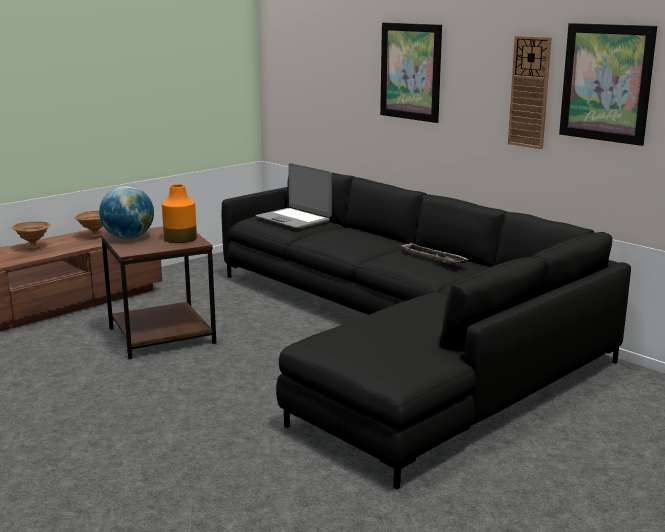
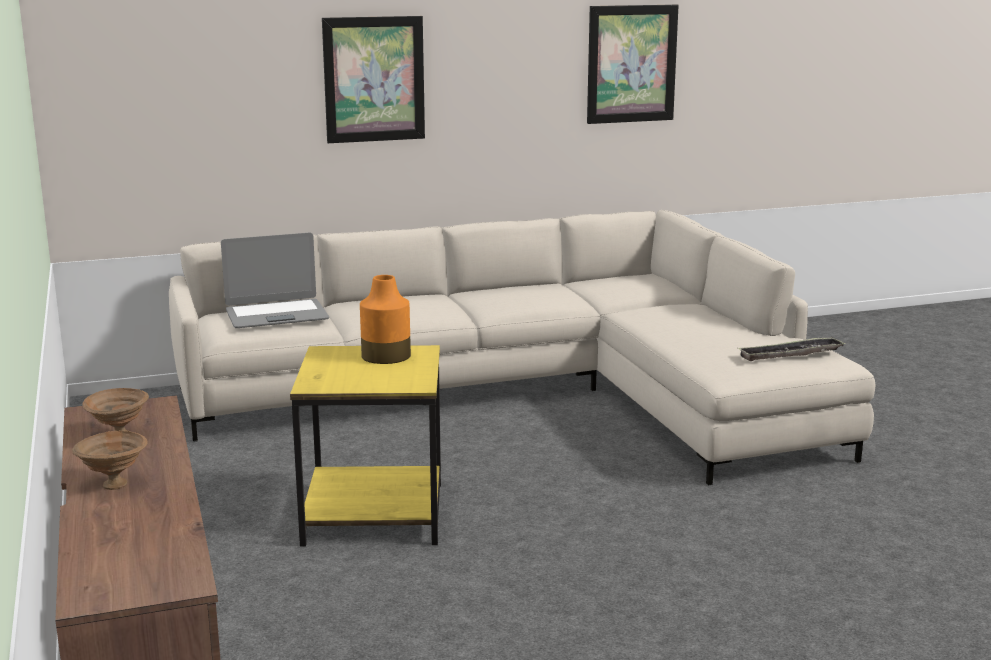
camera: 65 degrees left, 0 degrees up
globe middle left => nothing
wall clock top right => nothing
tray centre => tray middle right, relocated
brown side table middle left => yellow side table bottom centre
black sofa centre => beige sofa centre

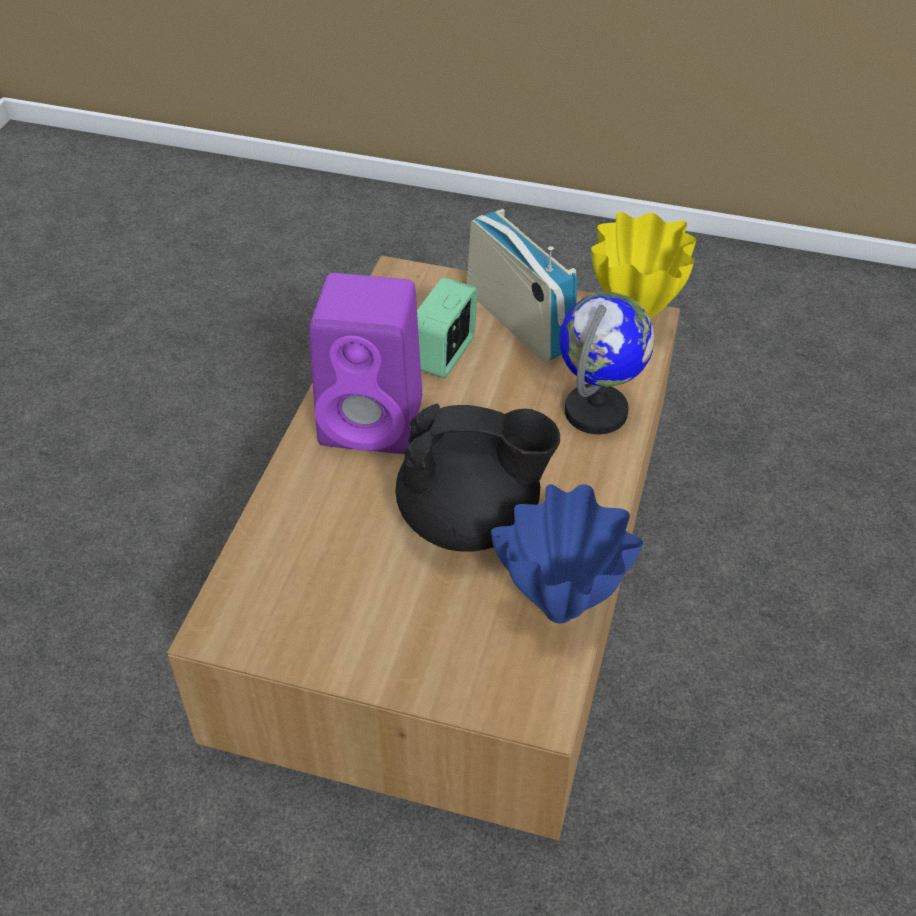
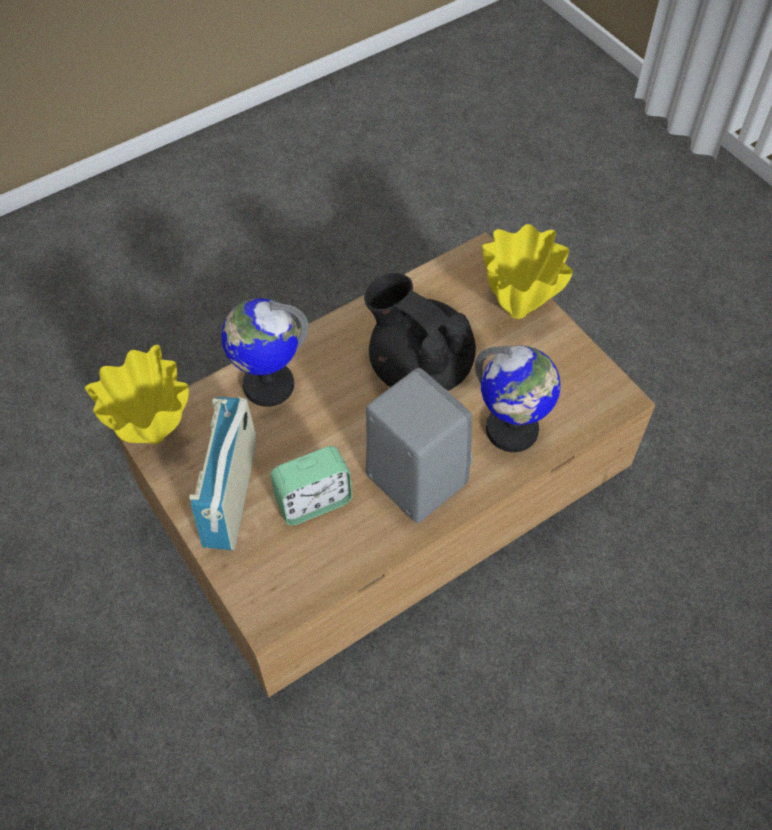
camera: 140 degrees left, 10 degrees up
blue vase centre => nothing
nothing => globe (no. 2 from left) middle right
nothing => yellow vase (no. 2 from left) top right
purple speaker centre => grey speaker centre

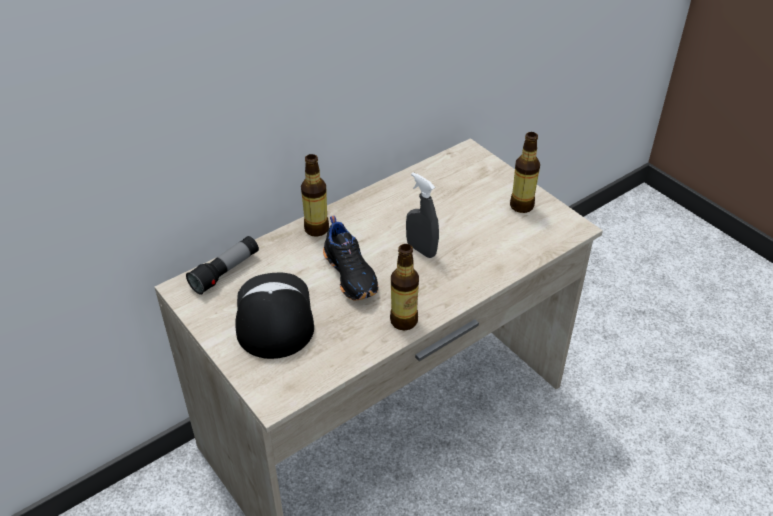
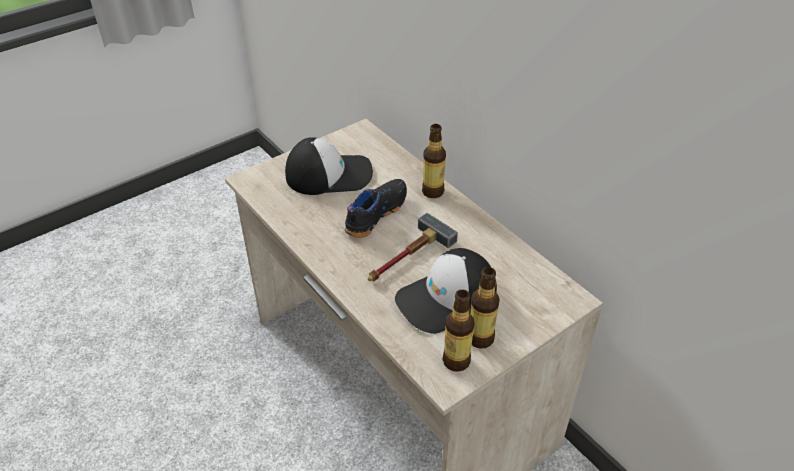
camera: 90 degrees right, 0 degrees up
flashlight middle left => nothing
nothing => cap (no. 2 from left) centre
bottle (no. 2 from left) centre => bottle (no. 2 from left) bottom centre, relocated
grey spray bottle centre => hammer centre
black shoe centre, 150 degrees clockwise

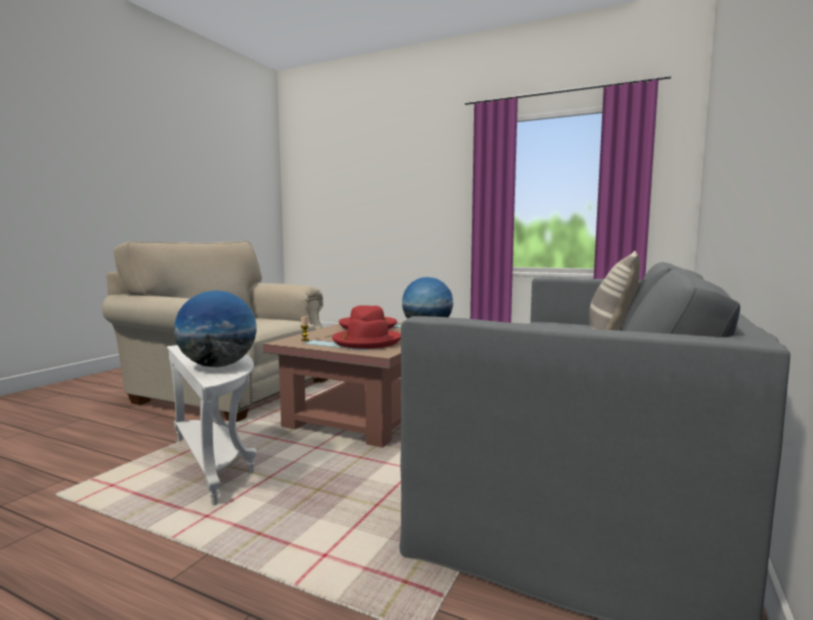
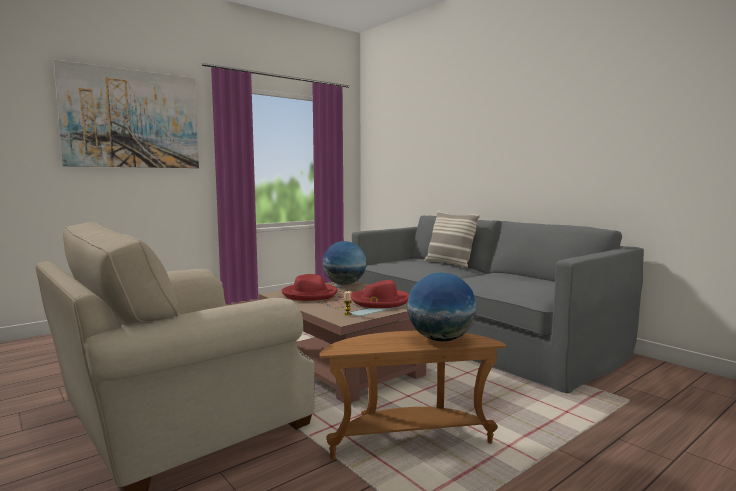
camera: 65 degrees left, 0 degrees up
nothing => picture top left
white side table bottom left => brown side table bottom centre

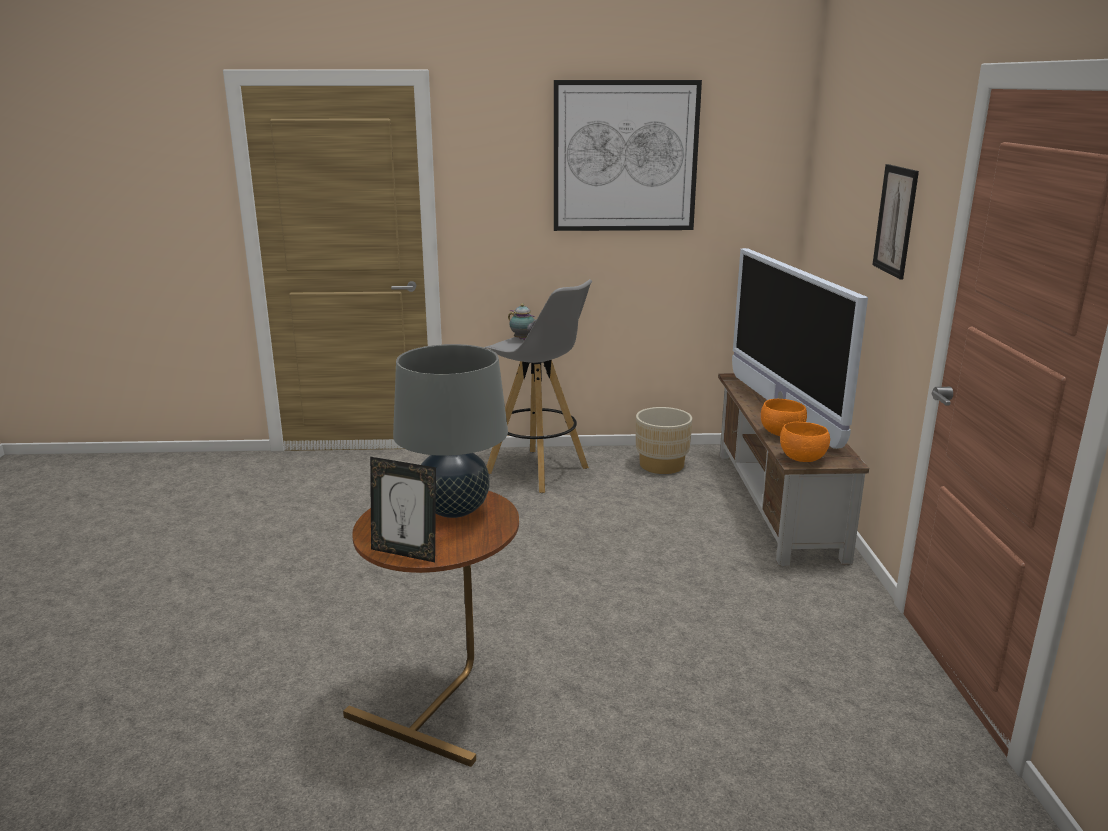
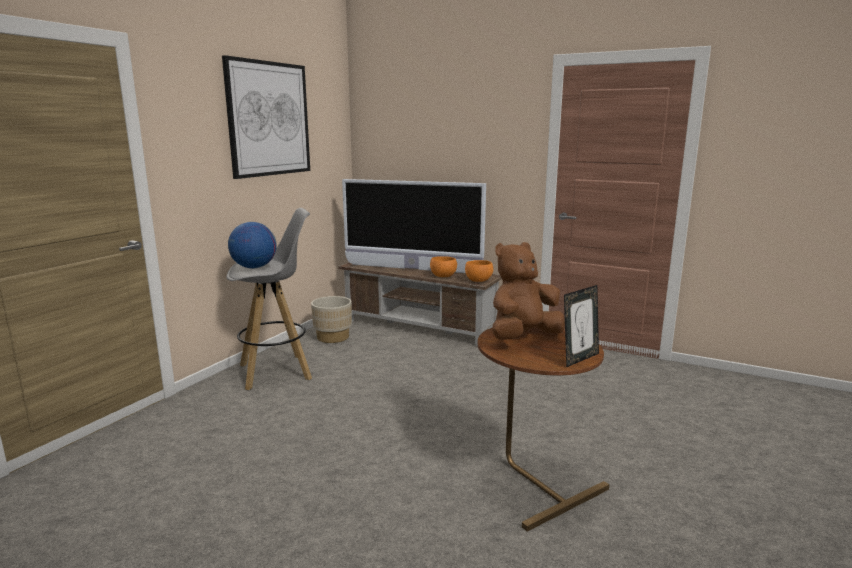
camera: 60 degrees left, 5 degrees down
picture (no. 2 from left) top right => nothing
grey table lamp centre => brown plush toy centre
teapot centre => globe middle left

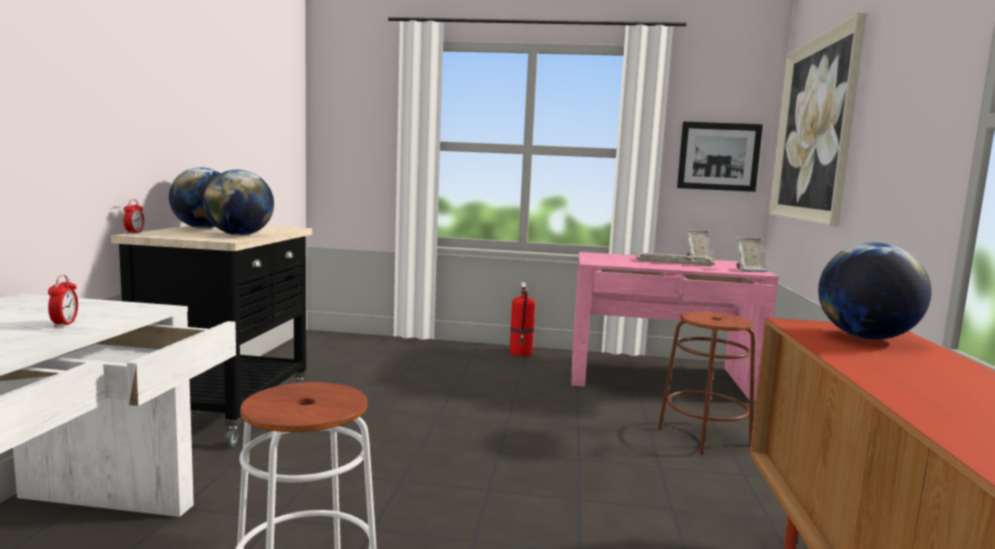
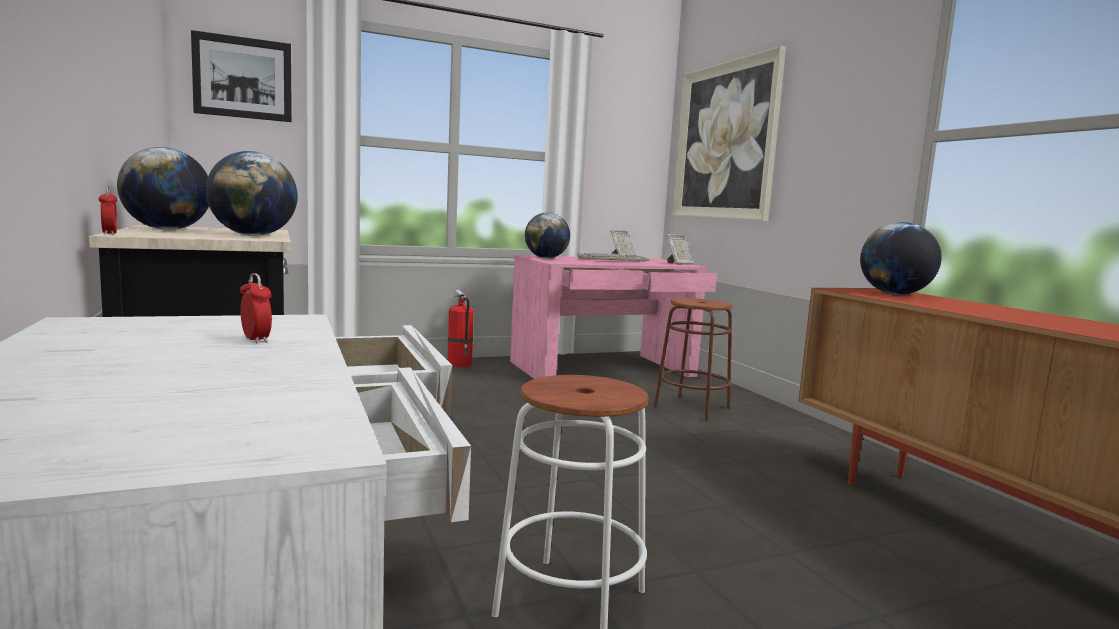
camera: 30 degrees left, 0 degrees up
nothing => globe (no. 3 from left) centre
picture (no. 1 from left) top right => picture (no. 1 from left) top left, relocated

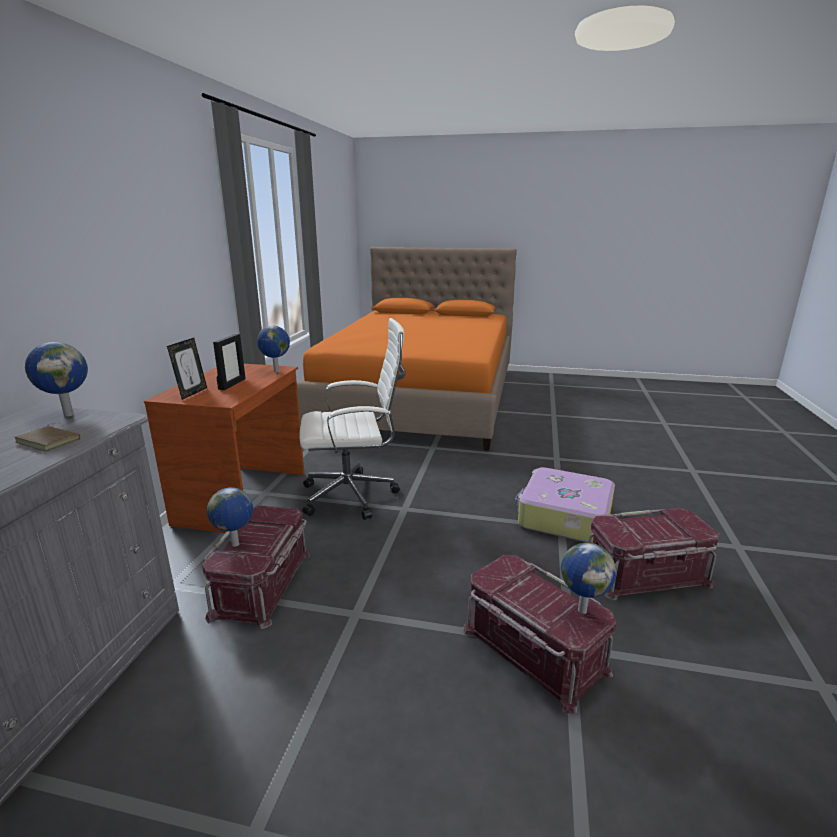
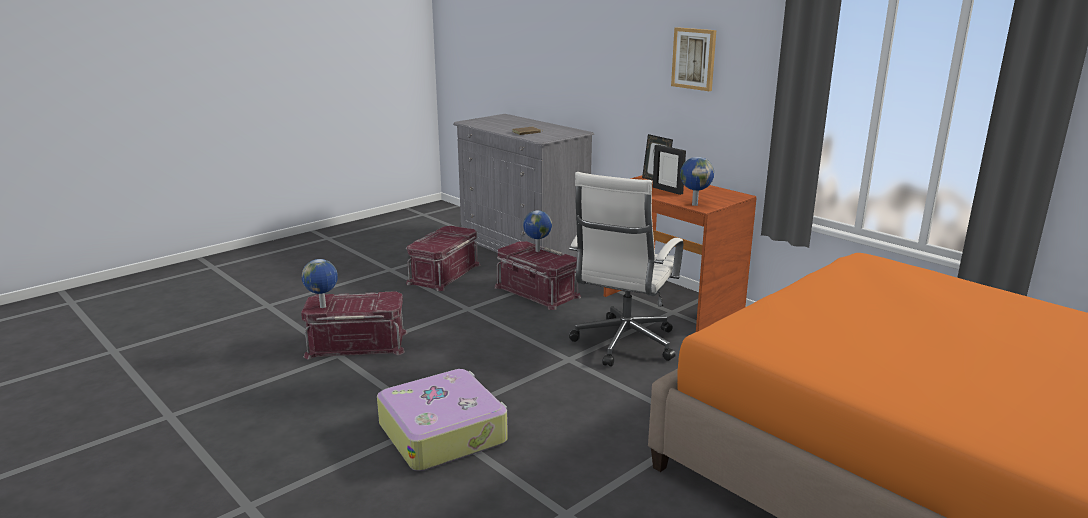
camera: 125 degrees right, 0 degrees up
globe (no. 1 from left) middle left => nothing
nothing => picture top centre
red storage box (no. 3 from left in the first image) middle right => red storage box (no. 2 from left) centre, relocated

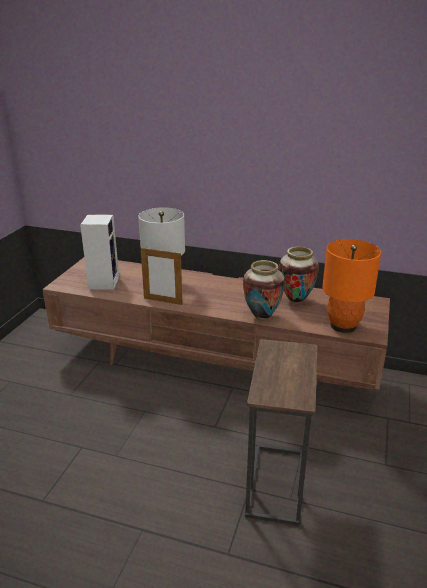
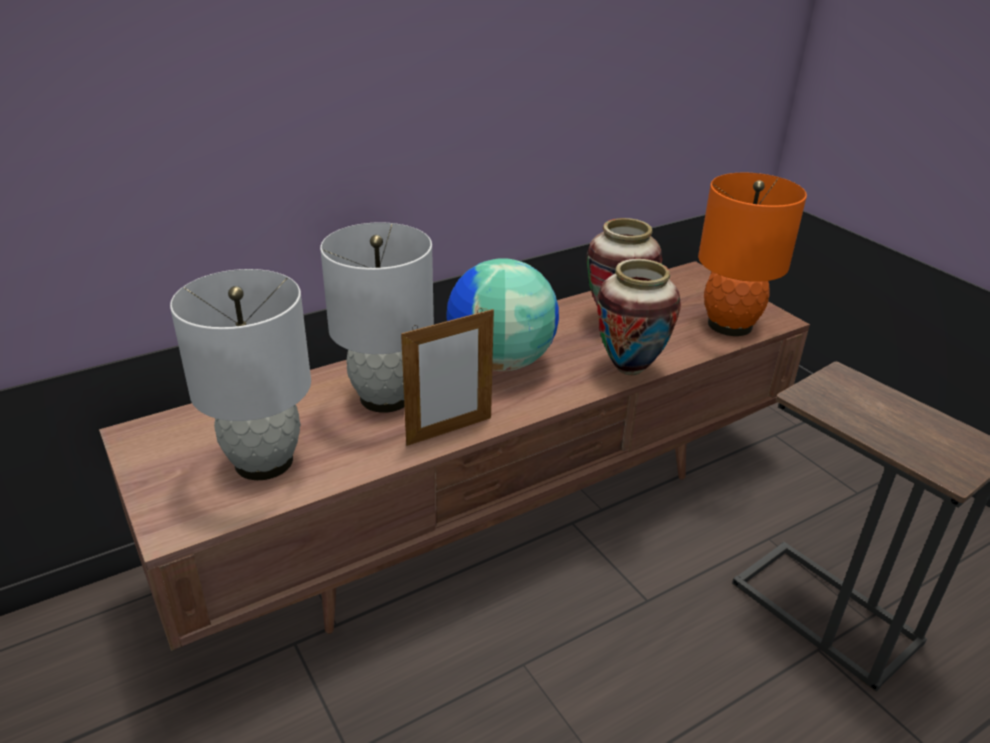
camera: 50 degrees left, 5 degrees up
nothing => globe centre
speaker middle left => white table lamp (no. 1 from left) middle left

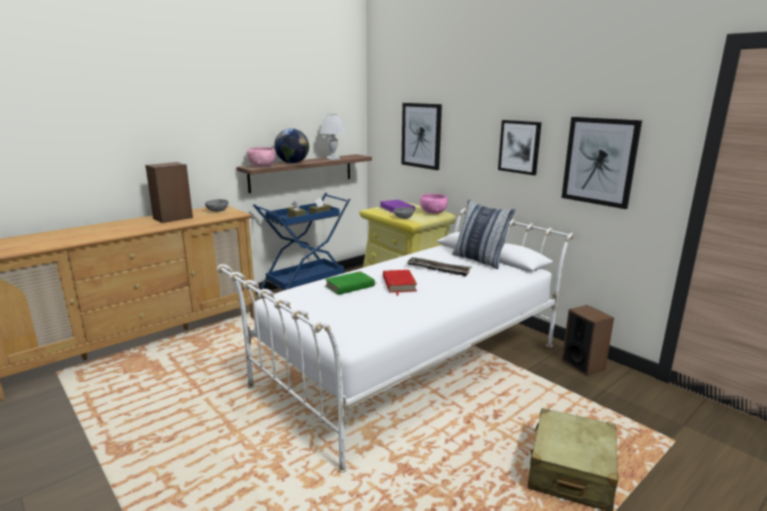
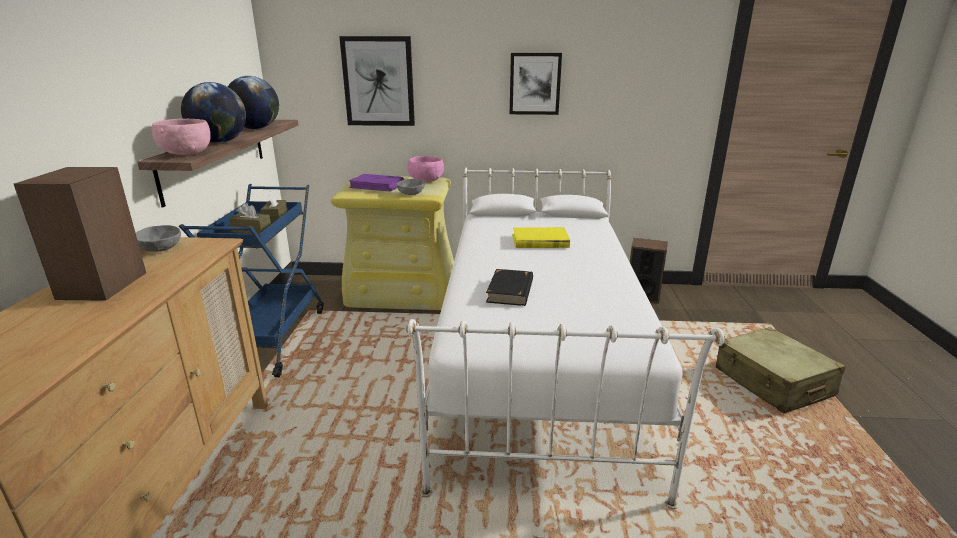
camera: 45 degrees left, 5 degrees up
red book centre => nothing
pillow centre => nothing
picture (no. 3 from left) top right => nothing
white table lamp top centre => globe (no. 2 from left) top left
tray centre => yellow book centre
green book centre => black book centre

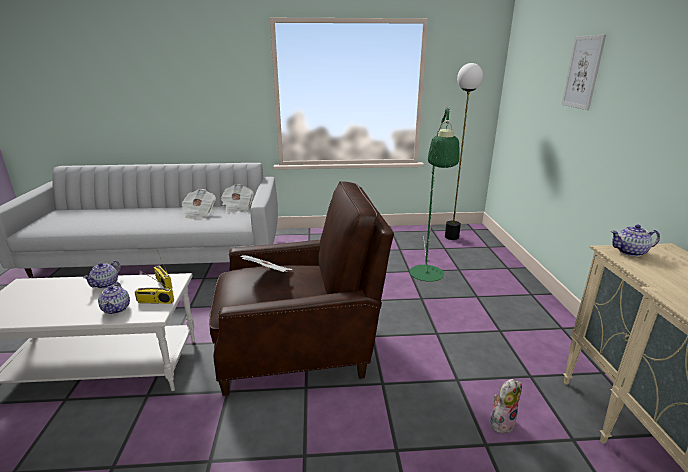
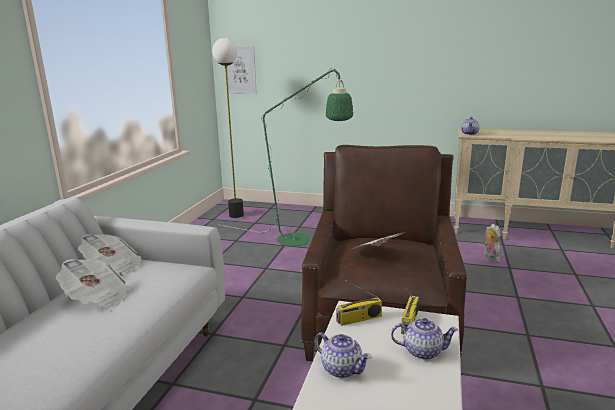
camera: 70 degrees left, 5 degrees down
picture top right => picture top centre, relocated

